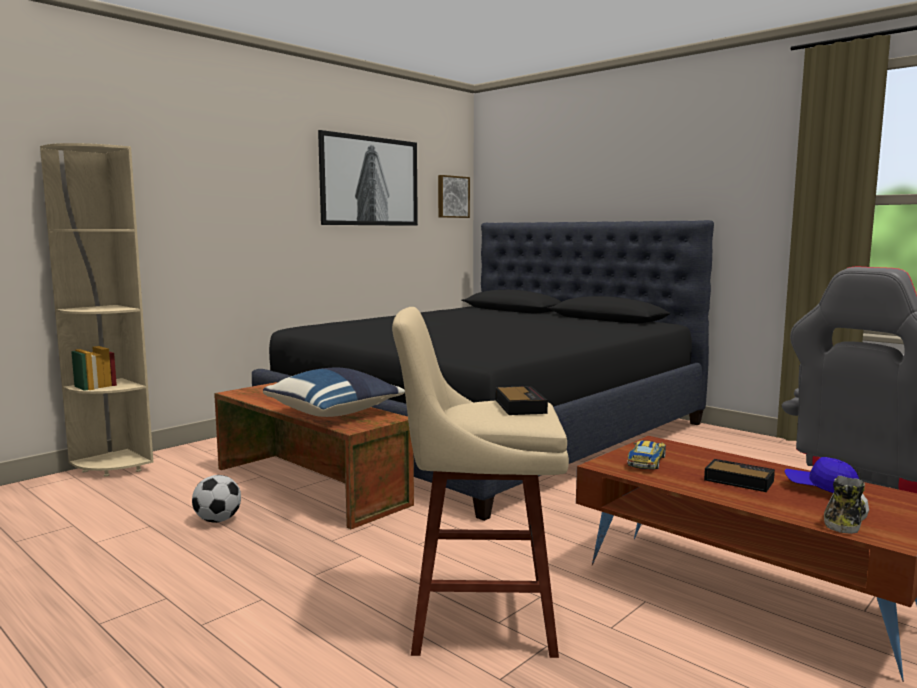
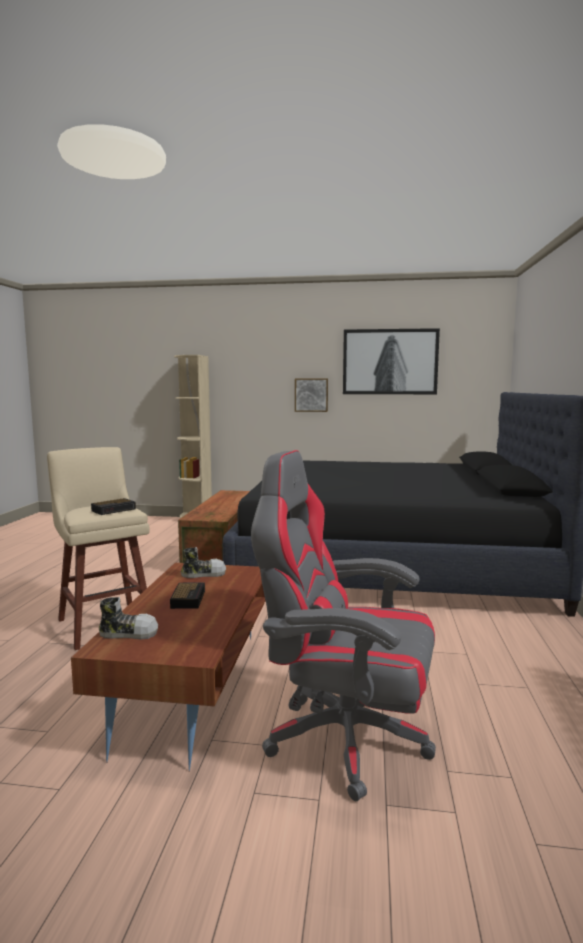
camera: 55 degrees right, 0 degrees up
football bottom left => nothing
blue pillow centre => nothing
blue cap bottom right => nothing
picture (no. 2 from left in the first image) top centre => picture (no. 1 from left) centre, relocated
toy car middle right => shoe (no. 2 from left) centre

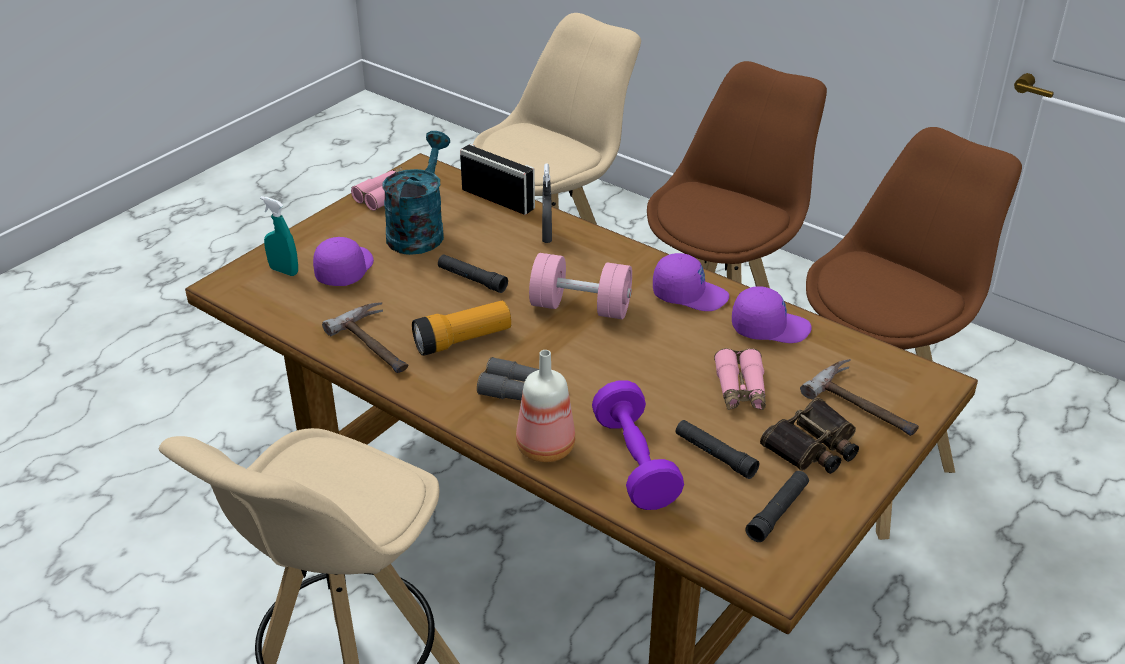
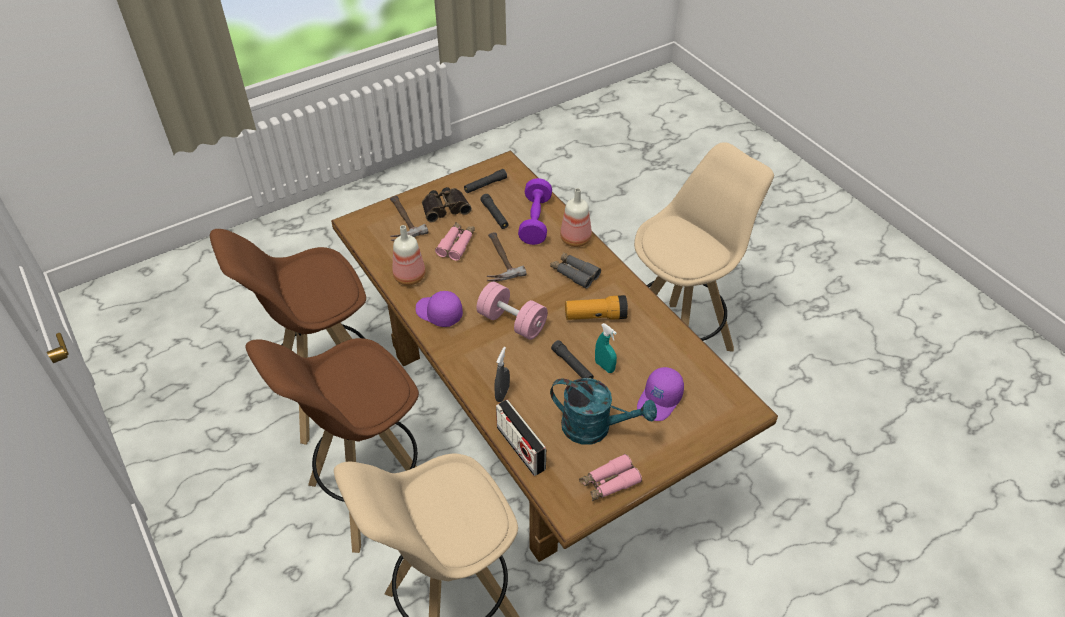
camera: 160 degrees left, 10 degrees up
turquoise spray bottle middle left => turquoise spray bottle centre, relocated
hammer (no. 1 from left in the first image) middle left => hammer (no. 2 from left) centre, relocated
purple cap (no. 3 from left) middle right => bottle (no. 1 from left) centre
turquoise watering can top centre => turquoise watering can centre, 105 degrees counterclockwise

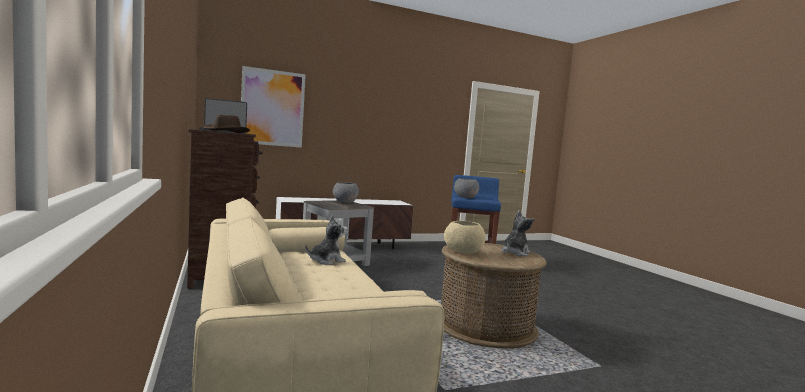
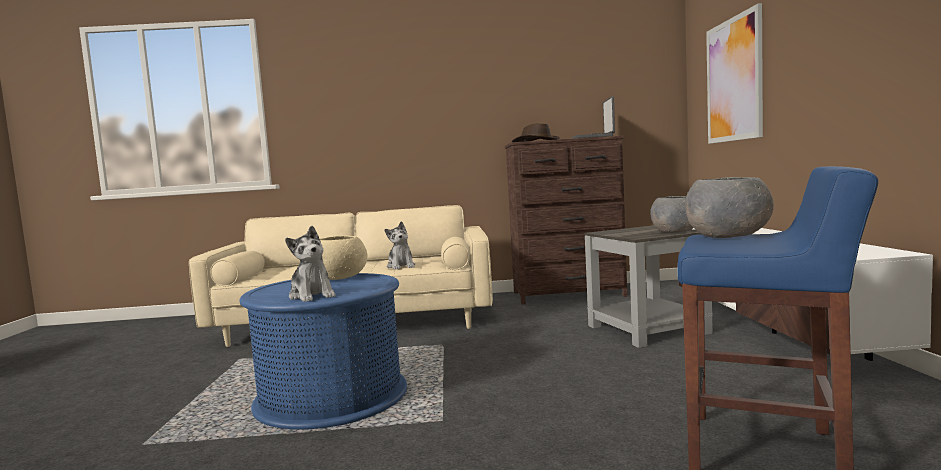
camera: 110 degrees right, 0 degrees up
brown coffee table bottom centre => blue coffee table bottom centre

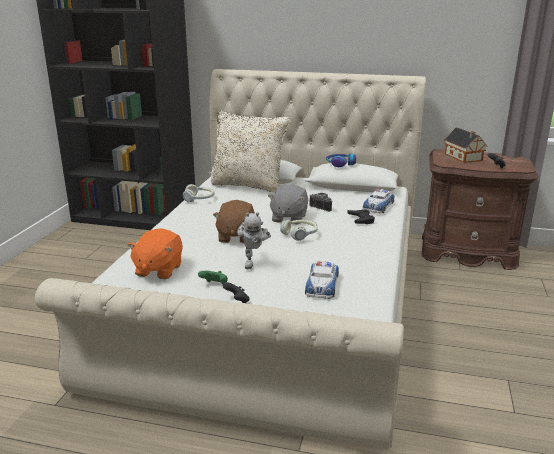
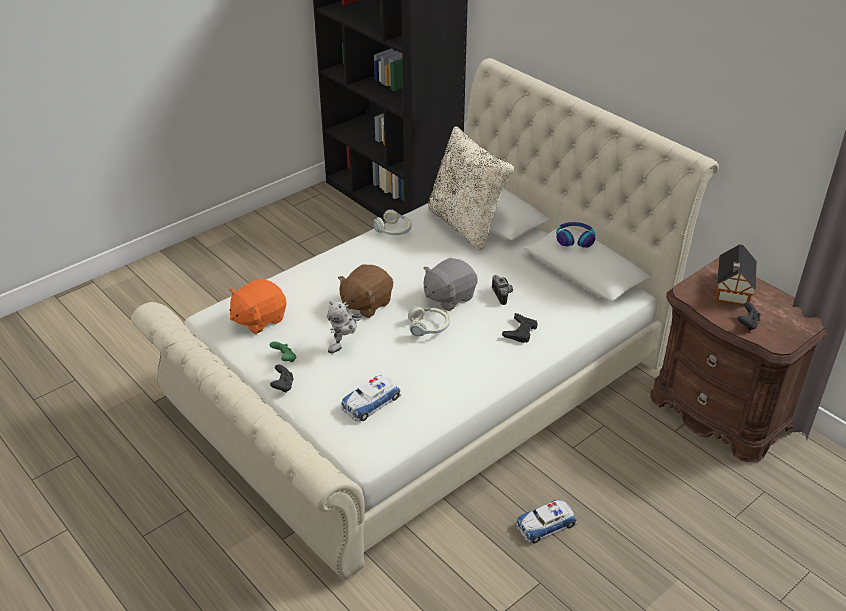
camera: 35 degrees right, 15 degrees up
toy car (no. 2 from left) middle right => toy car (no. 2 from left) bottom centre, relocated

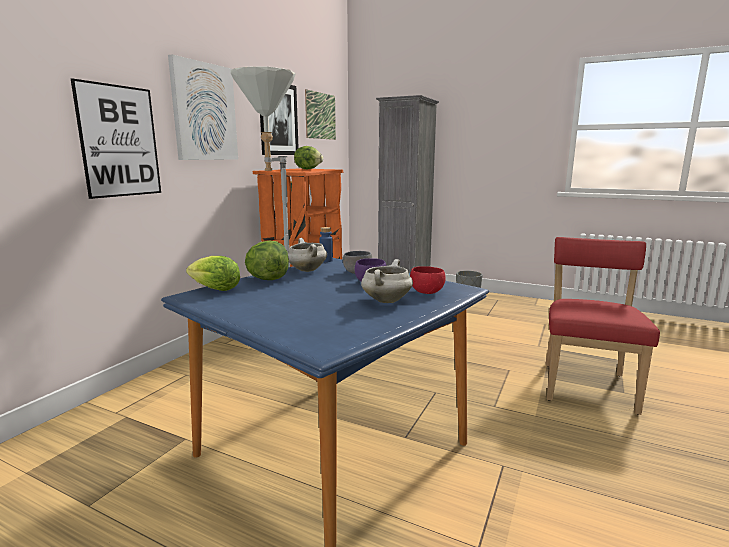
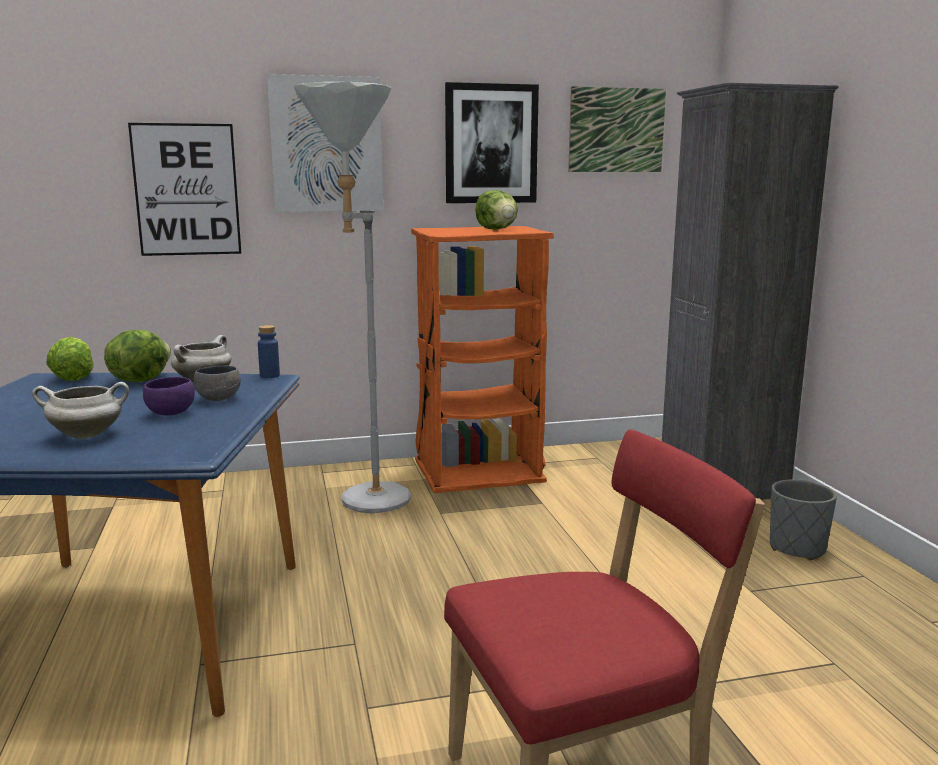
camera: 50 degrees right, 0 degrees up
red bowl centre => nothing

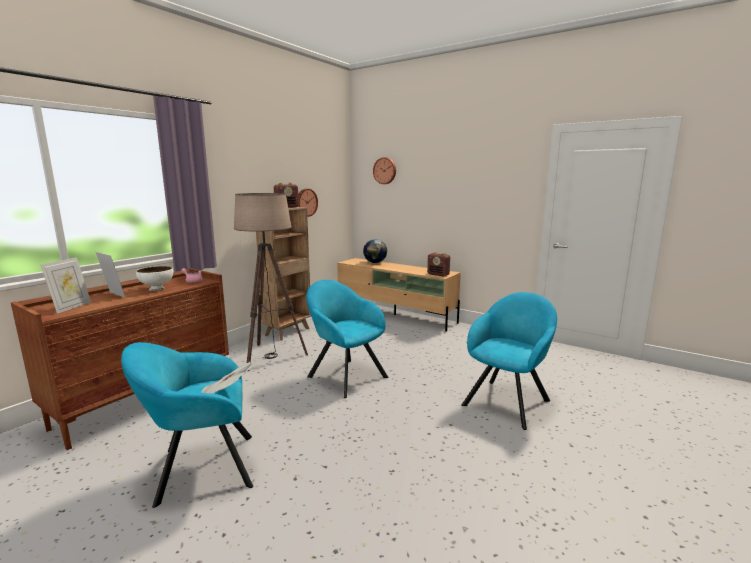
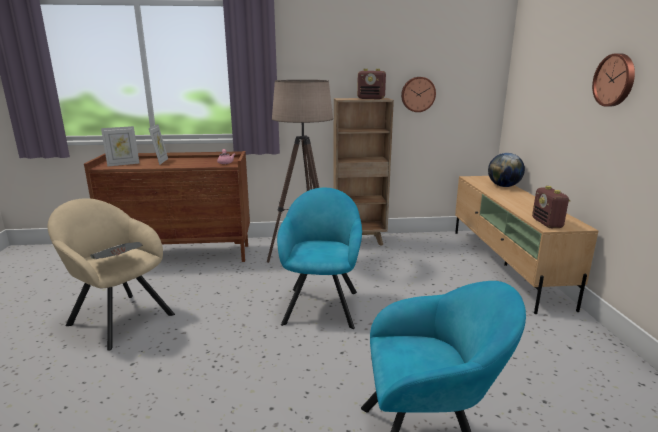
camera: 50 degrees right, 5 degrees up
white bowl middle left => nothing
wall clock (no. 2 from left) top centre => wall clock (no. 2 from left) top right, relocated
turquoise armchair (no. 1 from left) bottom left => beige armchair middle left

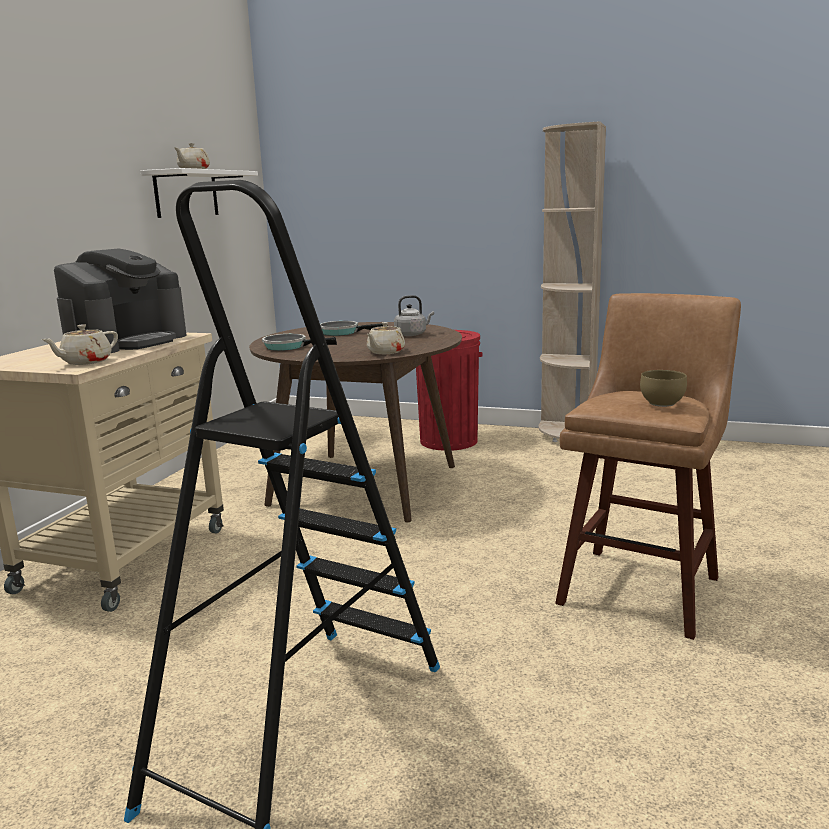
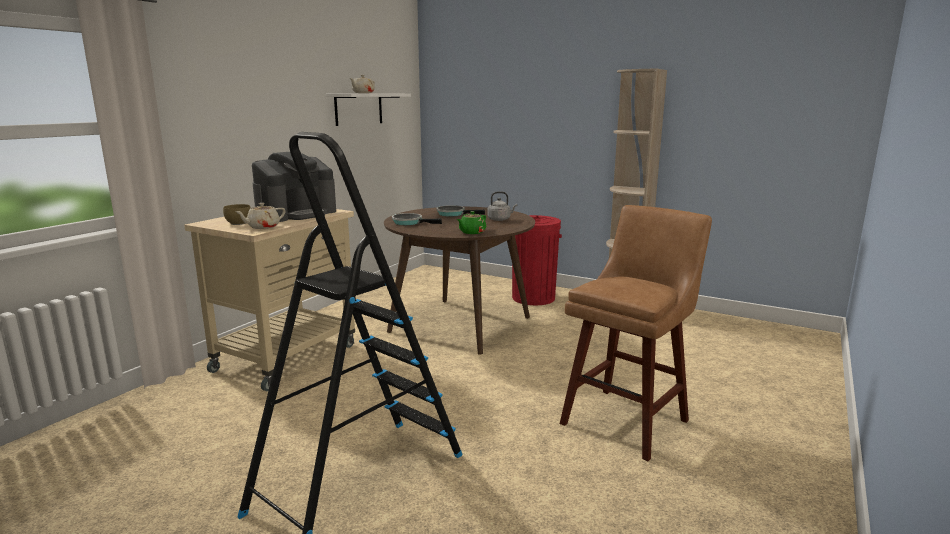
camera: 10 degrees right, 0 degrees up
brown bowl middle right => brown bowl middle left, relocated
beige teapot (no. 3 from left) centre => green teapot centre

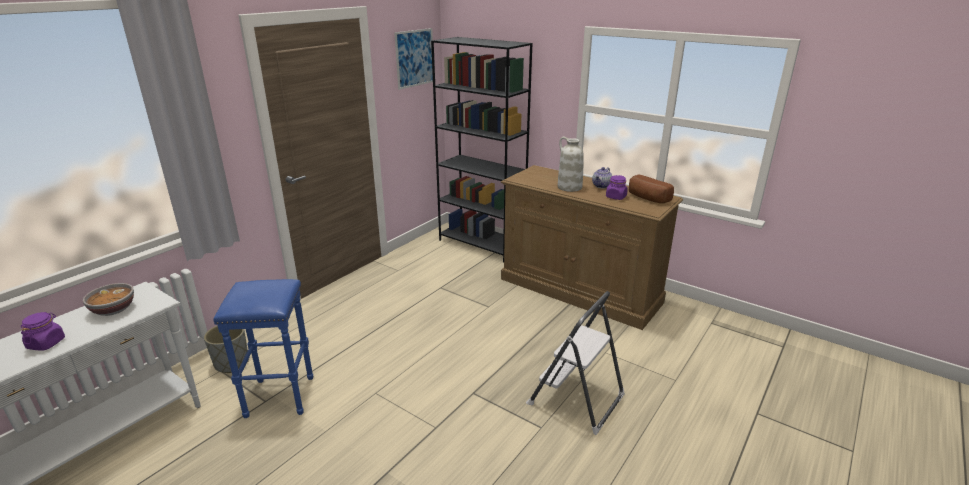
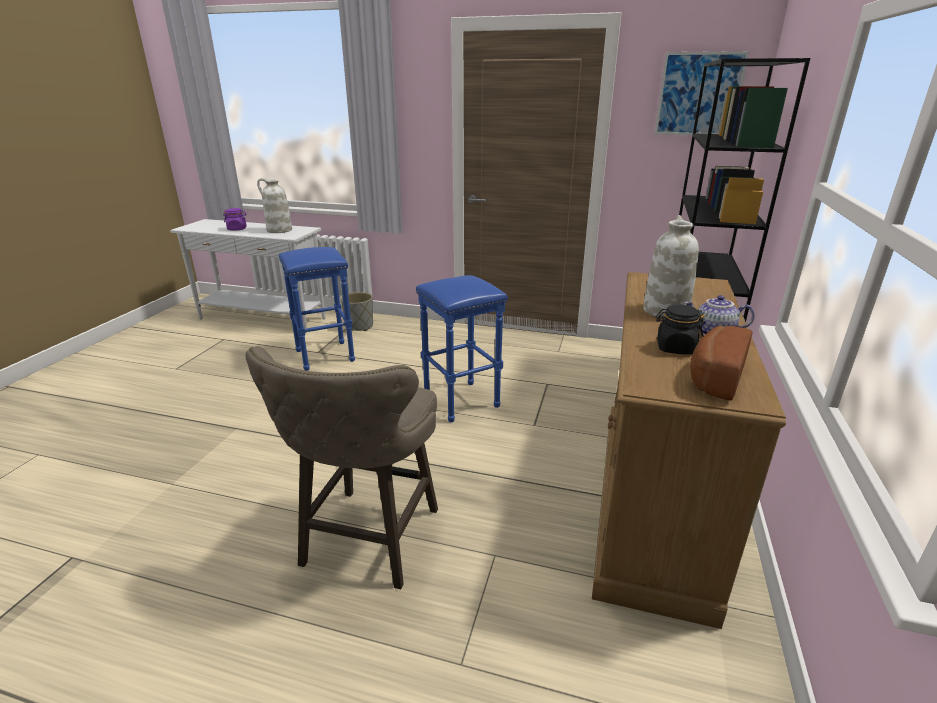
camera: 70 degrees right, 0 degrees up
nothing => blue stool (no. 2 from left) centre
bowl middle left => white vase (no. 1 from left) top left
white step ladder bottom centre => beige stool centre
purple jar (no. 2 from left) centre => black jar middle right

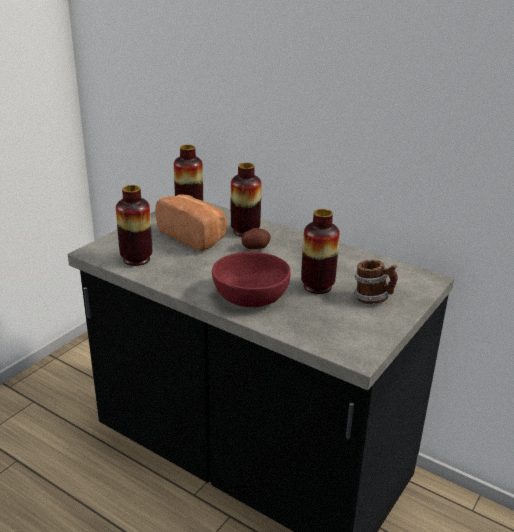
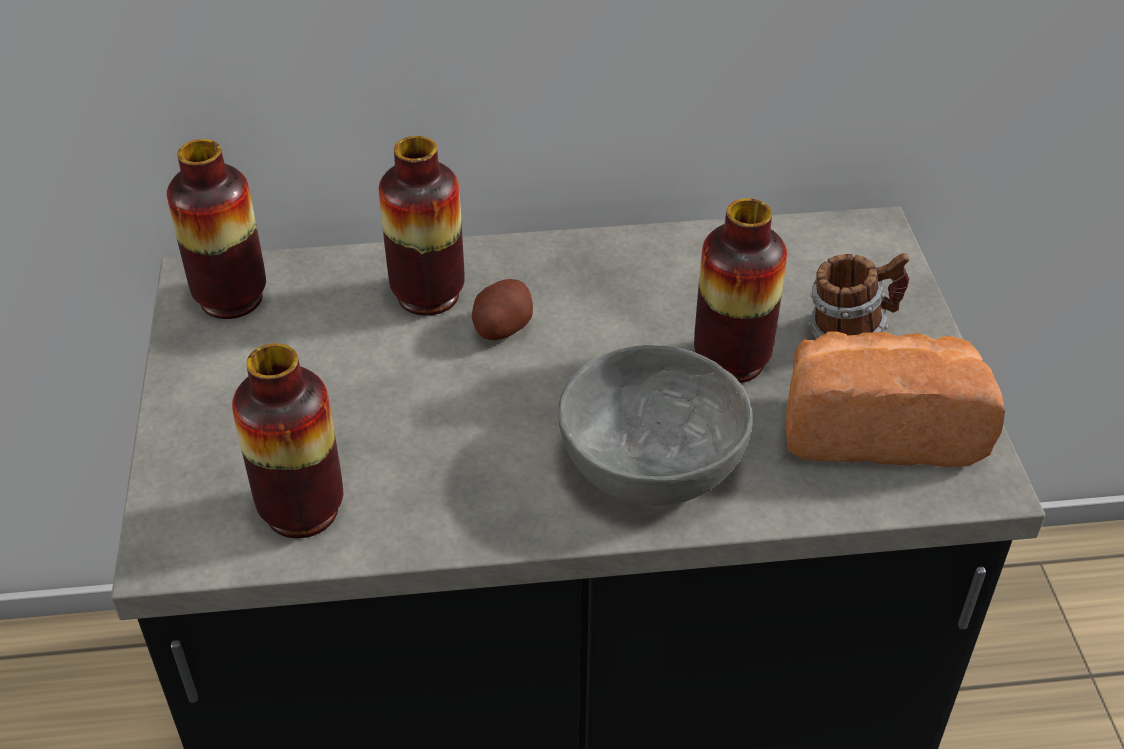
camera: 40 degrees left, 15 degrees up
bread centre => bread middle right, relocated
red bowl centre => grey bowl centre

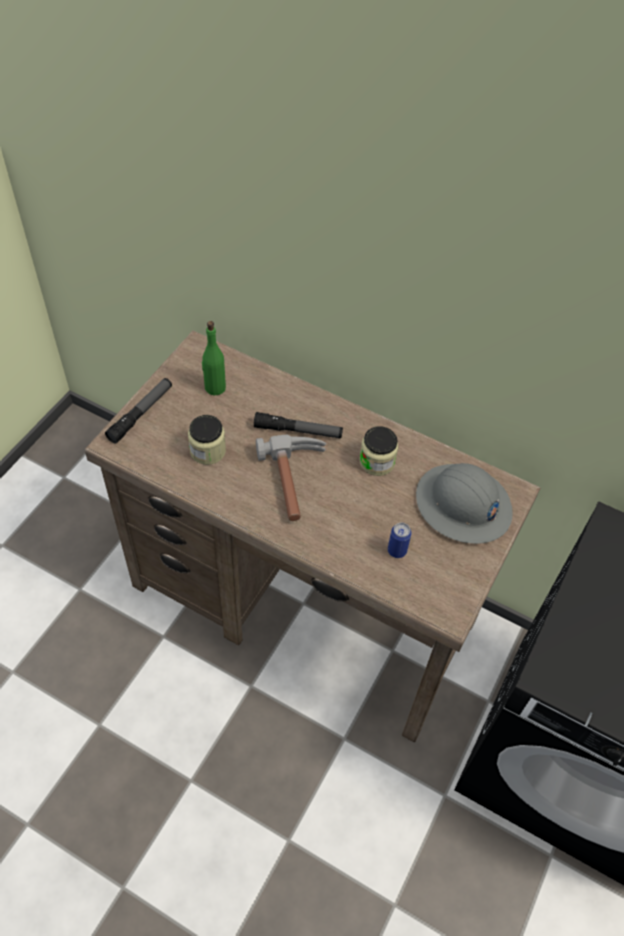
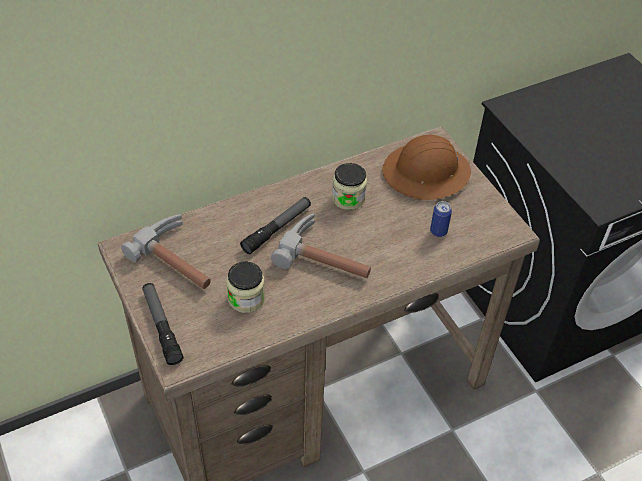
camera: 55 degrees left, 5 degrees down
green bottle centre => hammer (no. 1 from left) middle left
grey hard hat middle right => brown hard hat centre

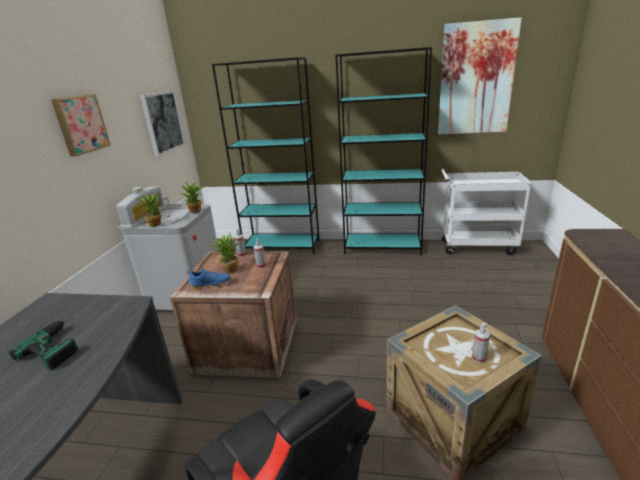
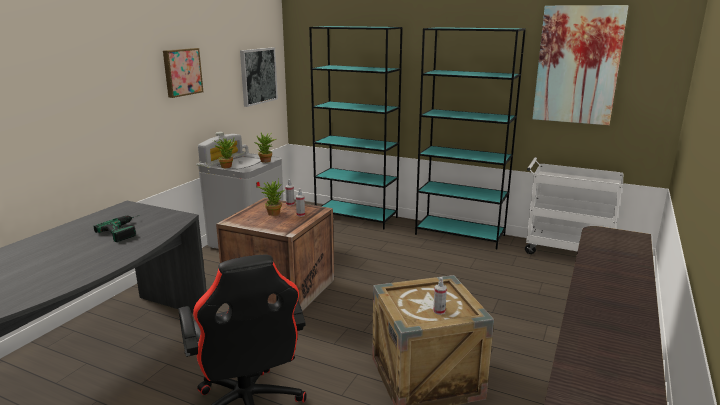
camera: 15 degrees right, 5 degrees down
blue shoe middle left => nothing

